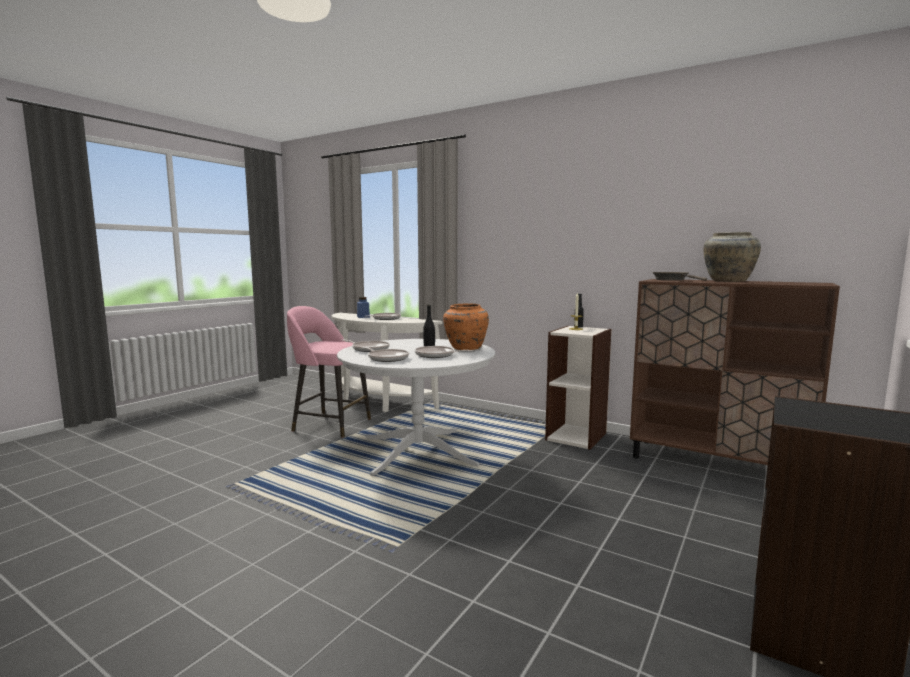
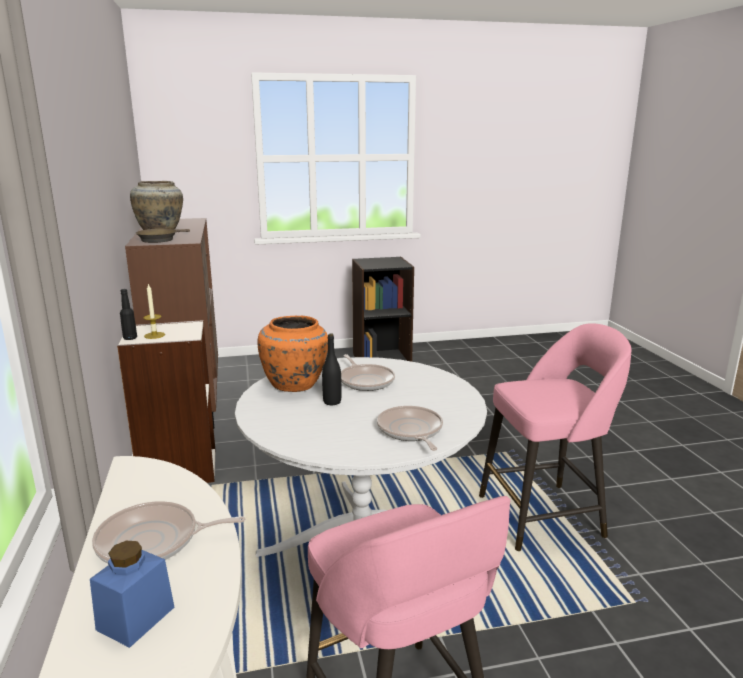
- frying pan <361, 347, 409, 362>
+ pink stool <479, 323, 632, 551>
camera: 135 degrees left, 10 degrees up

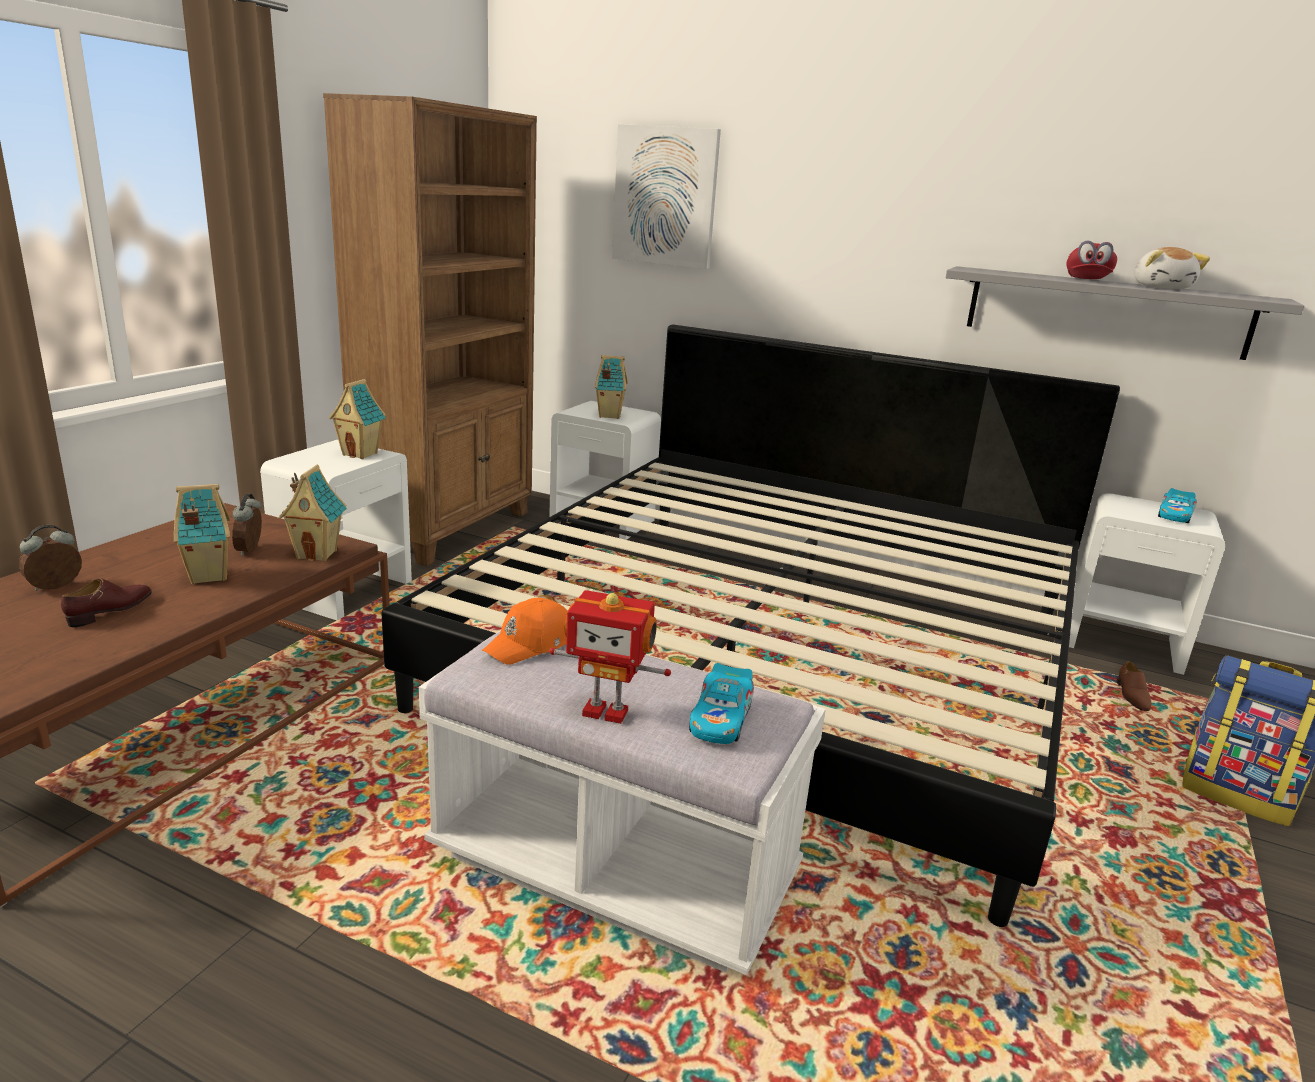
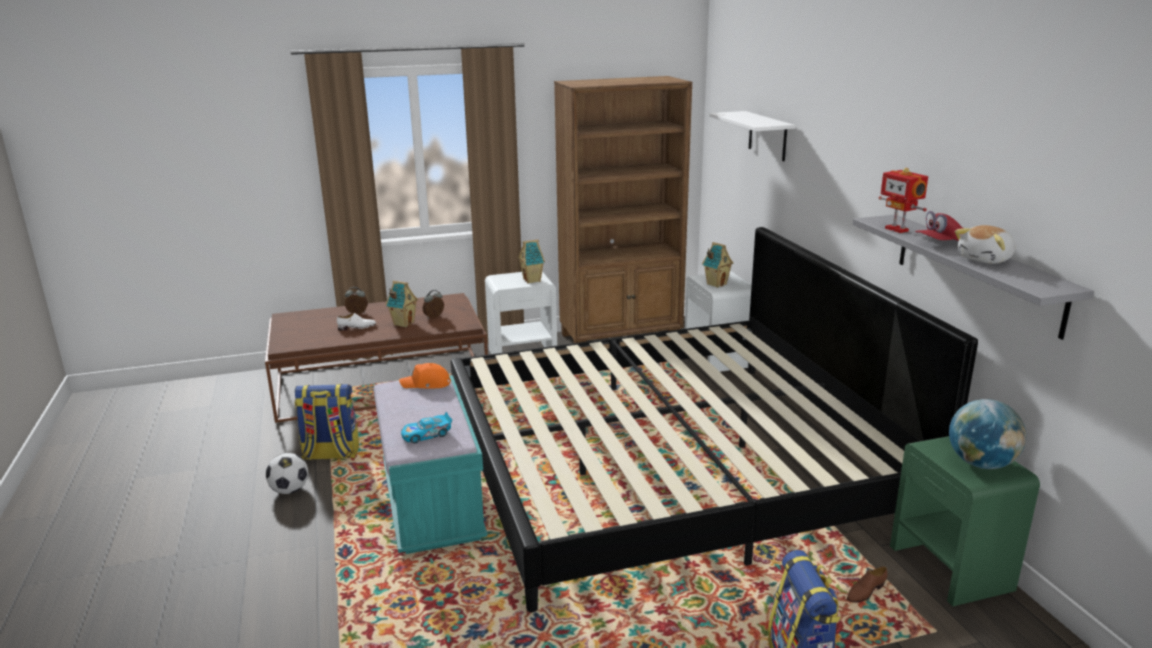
- toy house <279, 465, 347, 562>
+ football <266, 453, 308, 494>
+ backpack <295, 384, 359, 460>
~ toy robot <549, 590, 671, 724> to <879, 168, 928, 233>
~ picture <612, 124, 721, 269> to white shelf <709, 111, 795, 161>
~ toy car <1158, 488, 1197, 523> to globe <949, 399, 1026, 469>
~ brown shoe <61, 578, 152, 627> to white shoe <337, 313, 376, 331>
~ white bench <419, 630, 826, 975> to turquoise bench <374, 375, 488, 554>
~ white nightstand <1069, 493, 1225, 675> to green nightstand <890, 436, 1040, 606>
camera: 50 degrees right, 0 degrees up

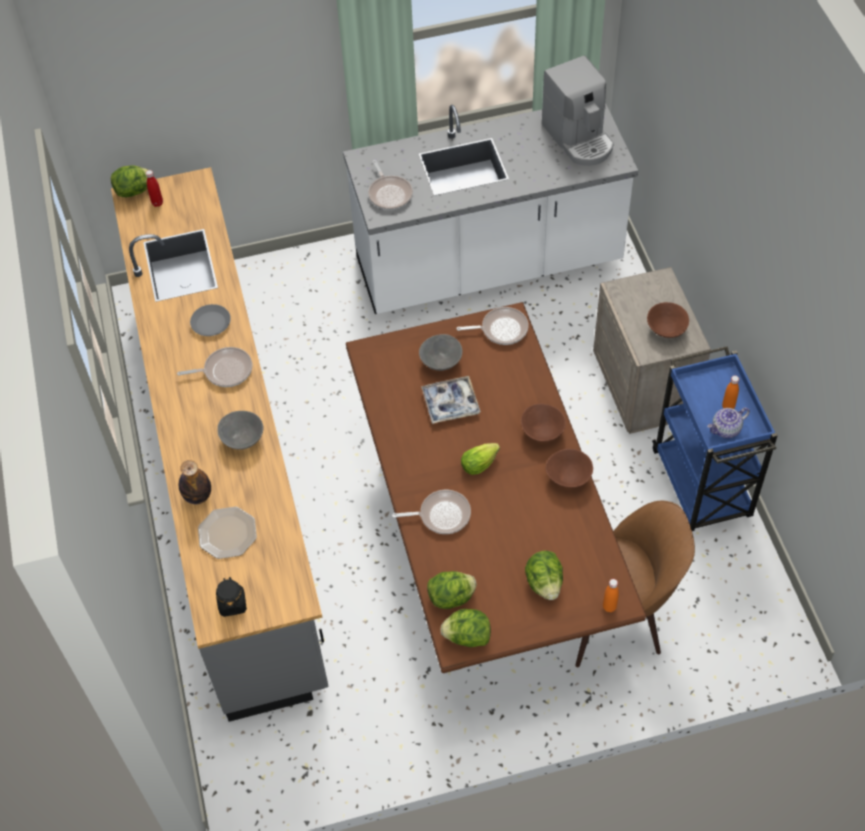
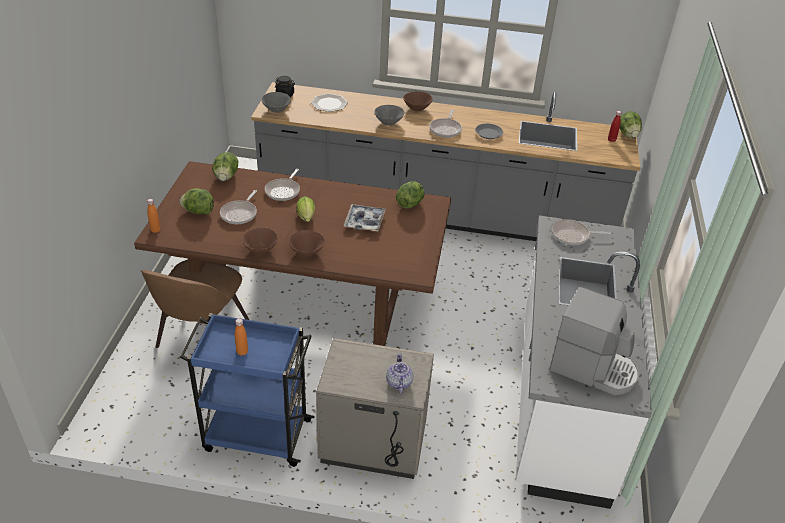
- bottle <179, 460, 211, 504>
~ grey bowl <419, 334, 462, 371> to <261, 92, 291, 113>
~ lettuce <440, 609, 491, 647> to <396, 181, 424, 209>
~ frying pan <456, 307, 529, 345> to <220, 190, 257, 224>
~ brown bowl <647, 302, 689, 338> to <403, 91, 433, 111>
~ teapot <707, 407, 750, 438> to <386, 353, 413, 394>
~ coffee machine <542, 55, 614, 166> = <550, 286, 639, 395> 150 degrees counterclockwise
camera: 110 degrees right, 15 degrees down

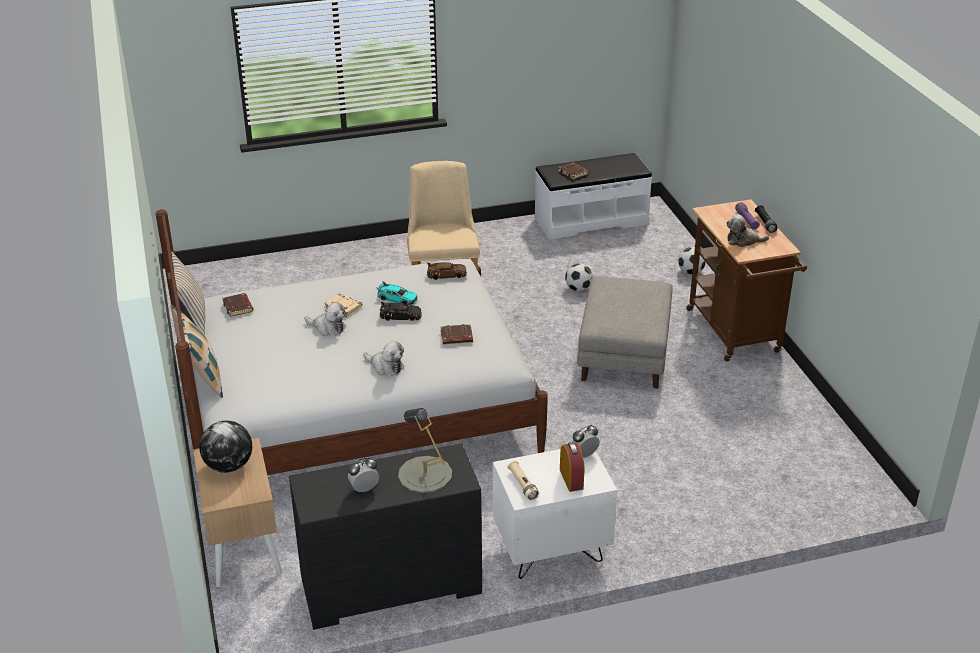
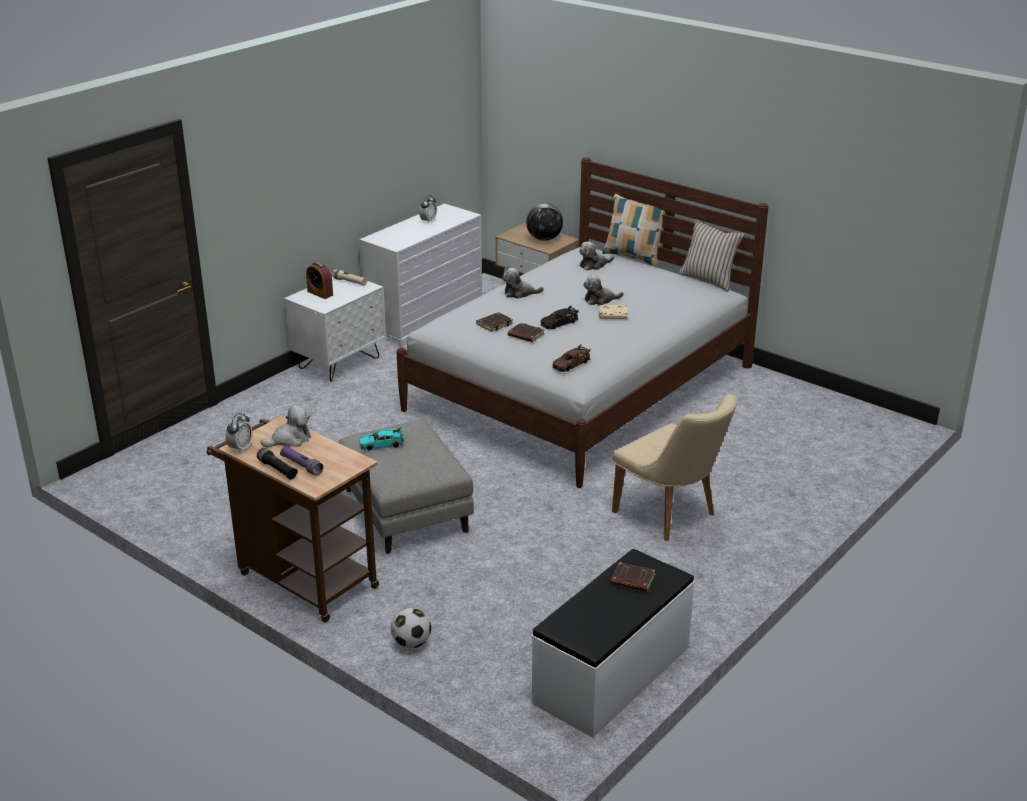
- grey table lamp <398, 408, 452, 493>
- football <565, 263, 593, 292>
+ plush toy <579, 242, 614, 270>
~ brown book <222, 293, 254, 317> to <508, 323, 545, 342>
~ turquoise toy car <376, 281, 418, 305> to <359, 427, 404, 450>
~ alarm clock <571, 425, 600, 458> to <225, 413, 253, 453>
~ black dresser <289, 443, 482, 630> to white dresser <359, 203, 482, 347>
camera: 145 degrees right, 5 degrees down

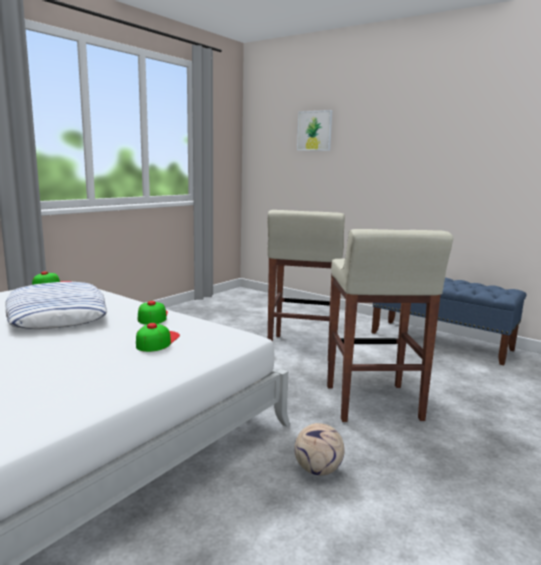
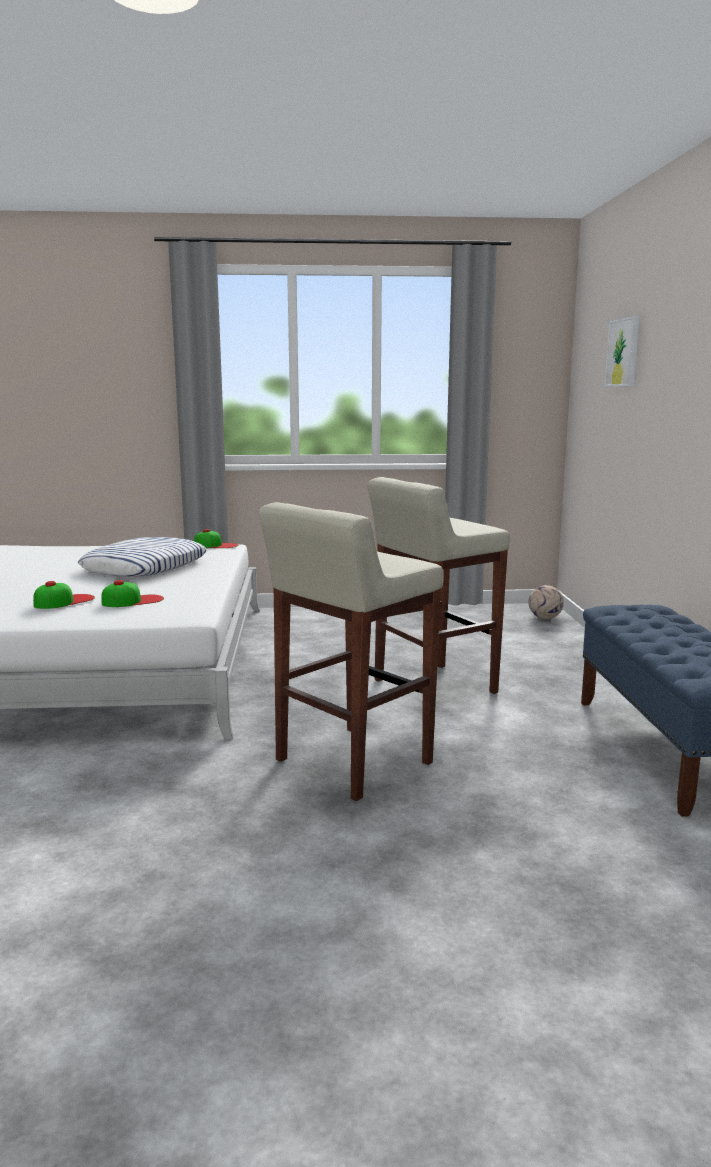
~ cap <138, 301, 168, 325> to <33, 581, 95, 609>
~ football <294, 423, 345, 475> to <528, 585, 564, 619>
camera: 50 degrees right, 0 degrees up

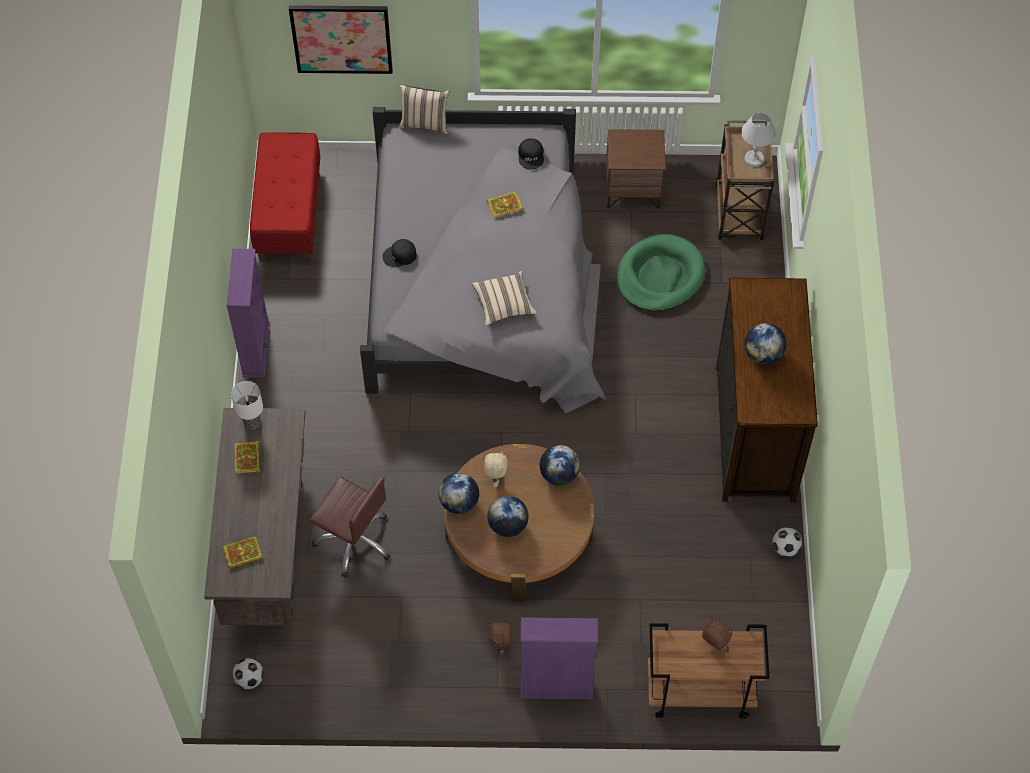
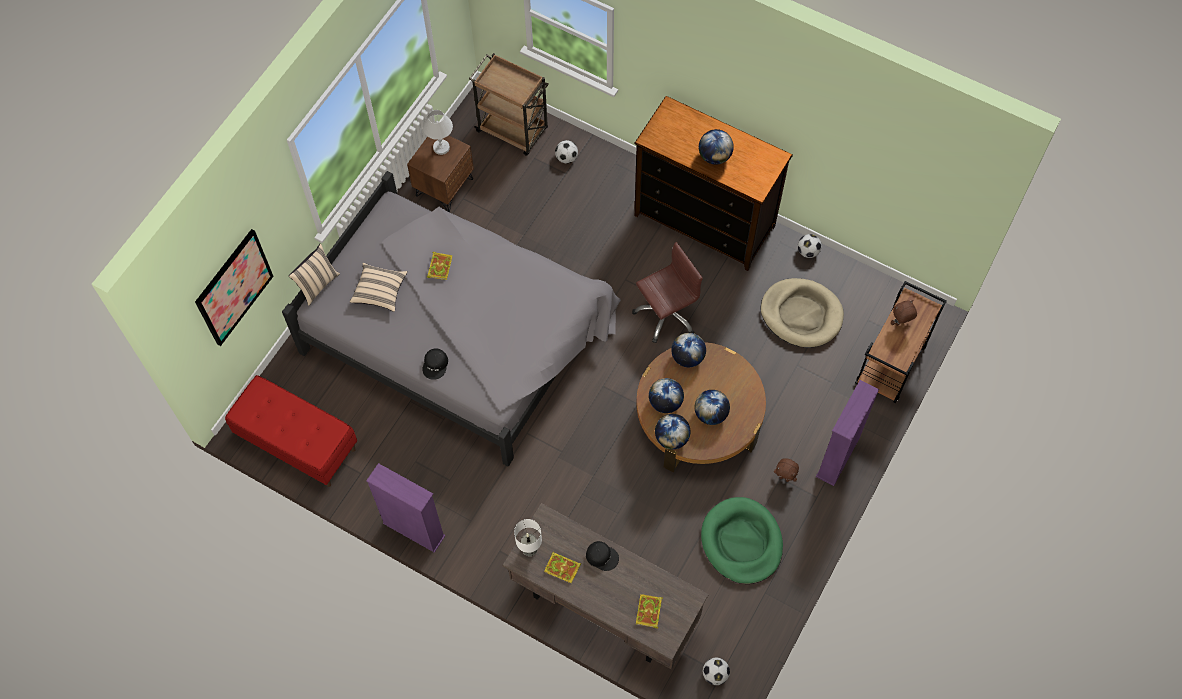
+ football <555, 140, 578, 164>
+ beige dog bed <761, 278, 844, 348>
~ brown office chair <309, 476, 391, 577> to <632, 242, 703, 343>
~ beige pillow <472, 271, 537, 326> to <350, 263, 408, 312>
~ black cap <518, 138, 544, 170> to <586, 541, 619, 571>
~ green dog bed <616, 234, 705, 311> to <701, 497, 783, 584>
~ white table lamp <741, 112, 776, 167> to <423, 110, 453, 155>
~ beige plush toy <484, 452, 508, 487> to globe <649, 378, 684, 413>
camera: 60 degrees left, 5 degrees up

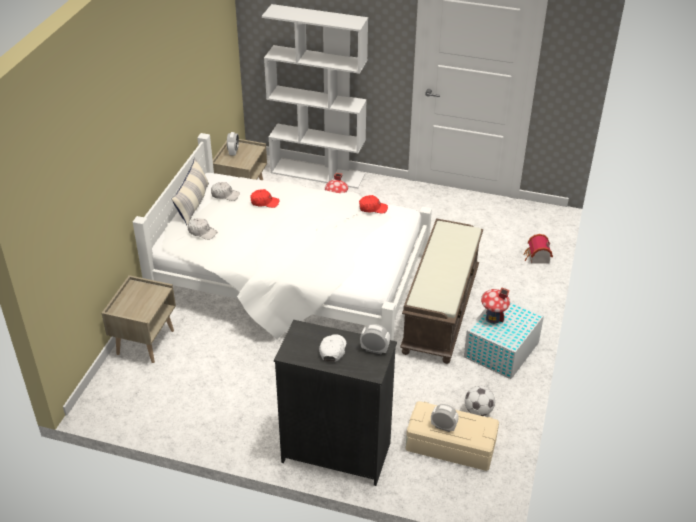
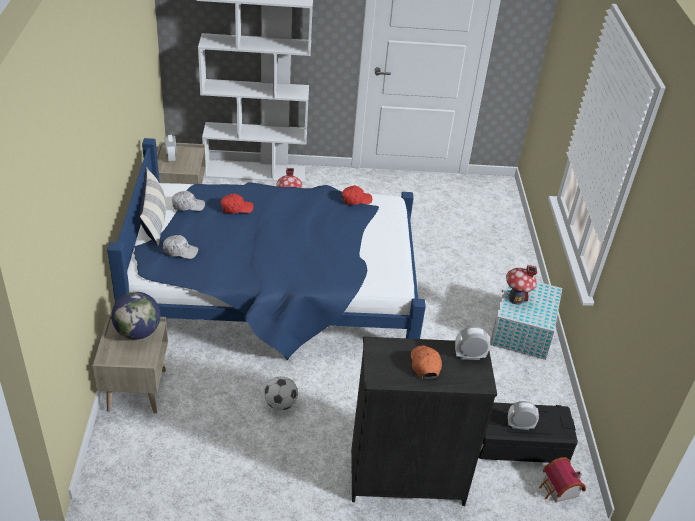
- brown bench <400, 218, 483, 364>
+ globe <112, 292, 160, 340>
~ football <465, 386, 495, 416> to <264, 376, 298, 410>
~ toy house <523, 234, 553, 263> to <539, 457, 586, 503>
~ white bed <133, 133, 432, 341> to blue bed <107, 138, 426, 360>
~ white cap <319, 334, 346, 362> to orange cap <411, 346, 442, 379>
~ beige storage box <405, 401, 499, 471> to black storage box <478, 403, 578, 463>
camera: 20 degrees left, 0 degrees up

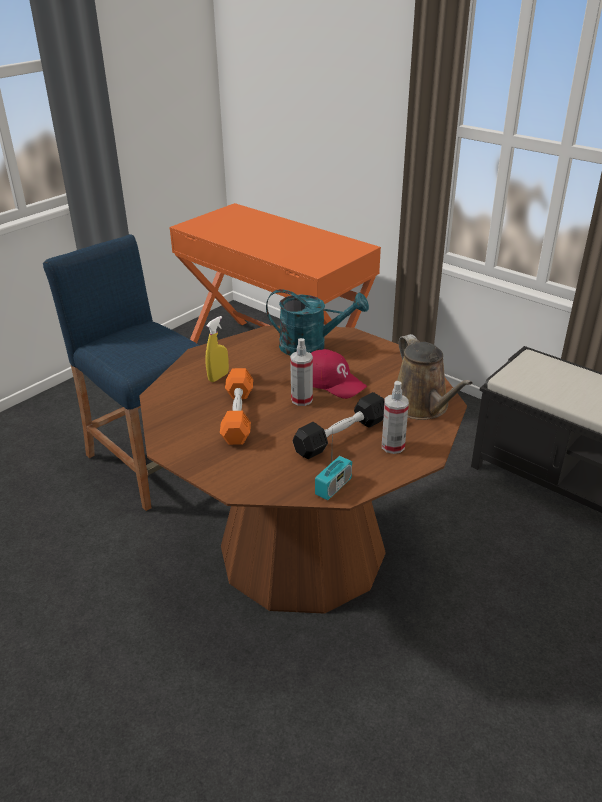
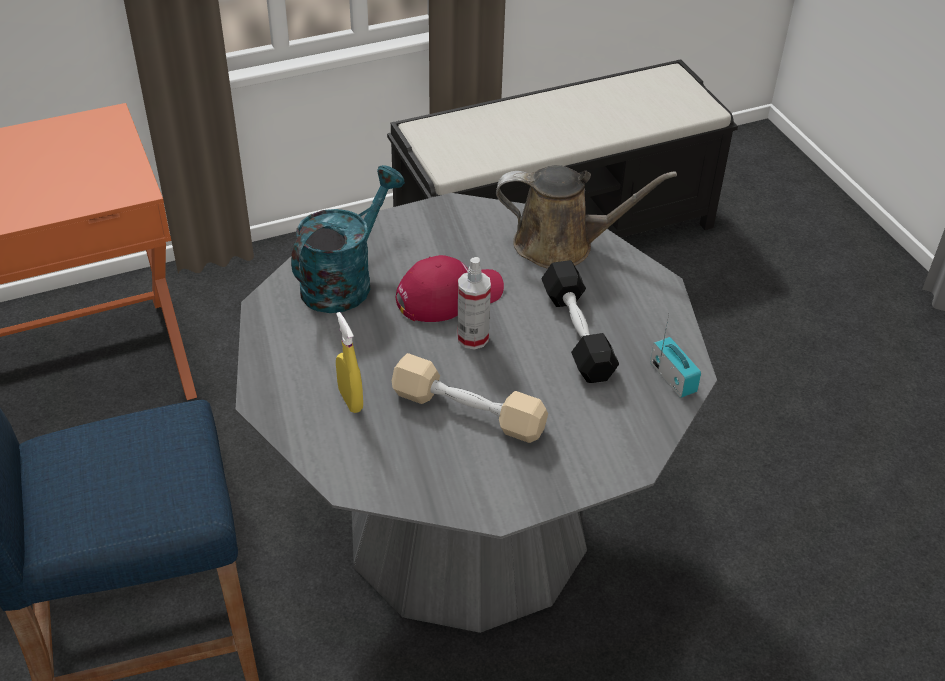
- spray bottle <382, 381, 409, 454>
~ brown dining table <139, 325, 467, 614> to grey dining table <236, 193, 717, 633>
~ orange dumbbell <220, 368, 253, 445> to beige dumbbell <392, 353, 548, 443>
camera: 65 degrees left, 10 degrees up

